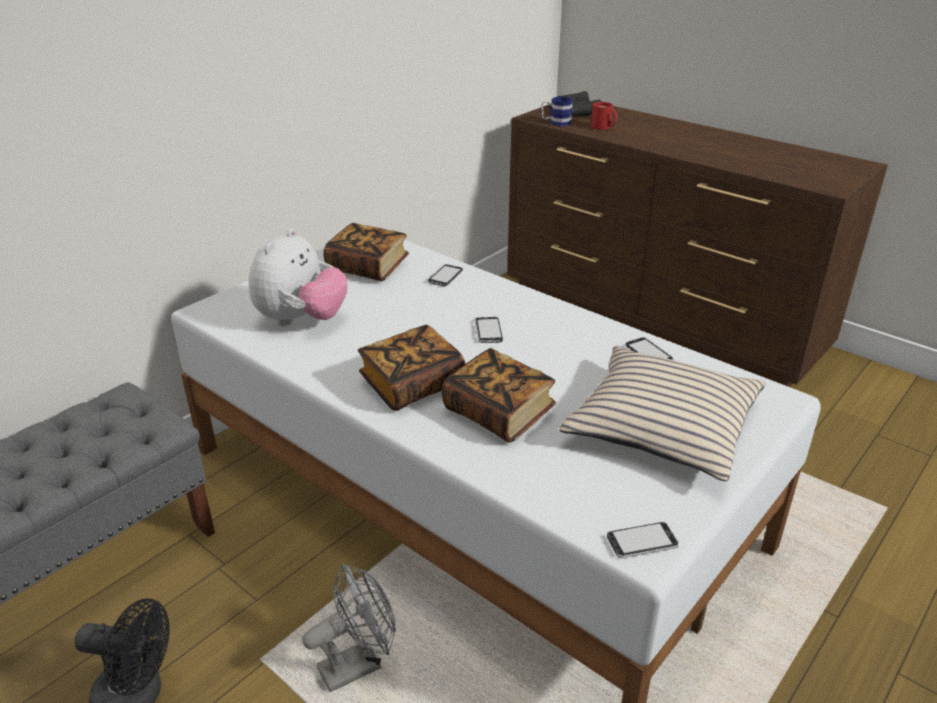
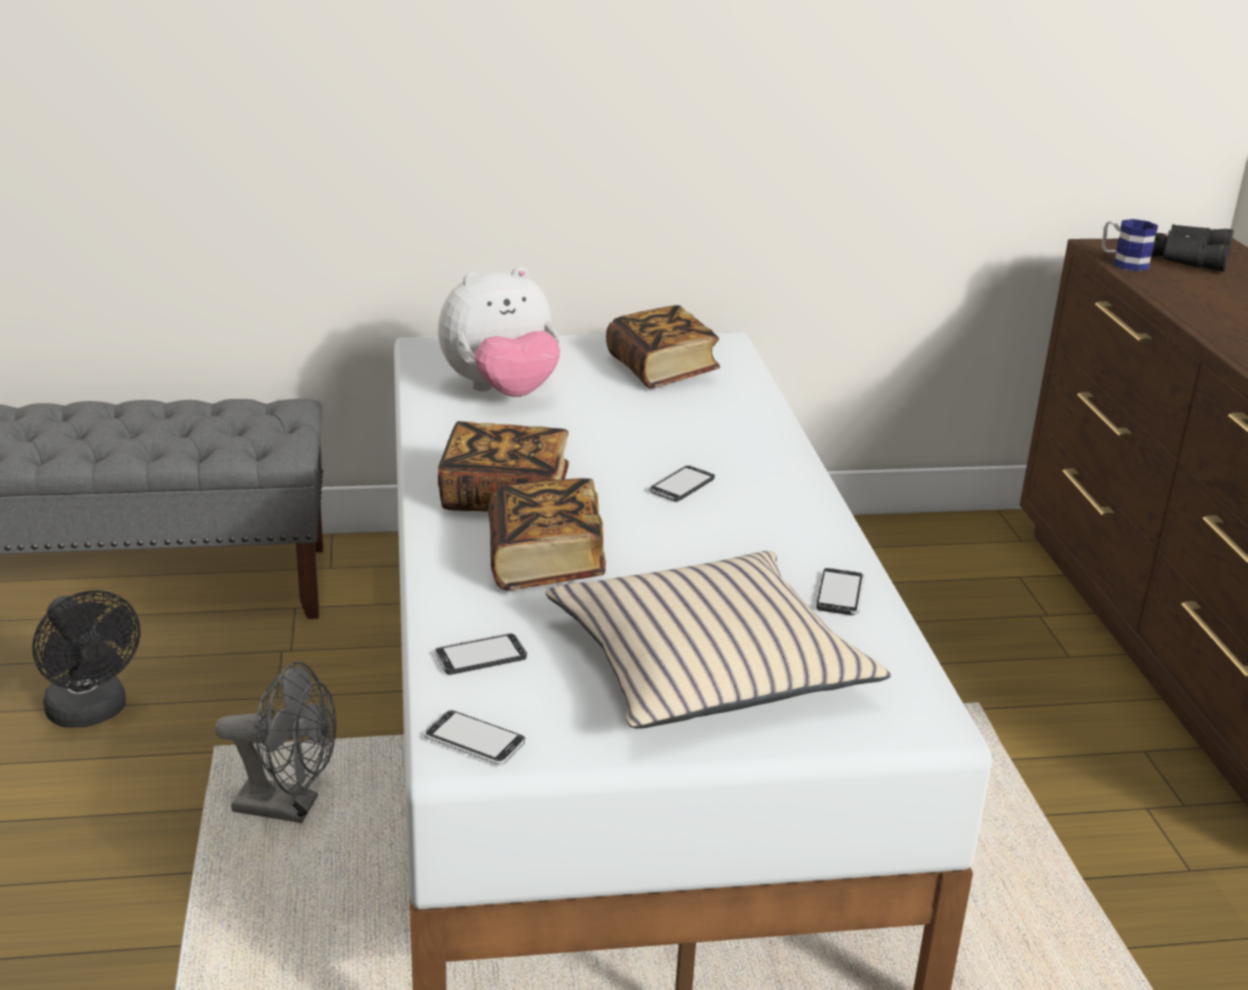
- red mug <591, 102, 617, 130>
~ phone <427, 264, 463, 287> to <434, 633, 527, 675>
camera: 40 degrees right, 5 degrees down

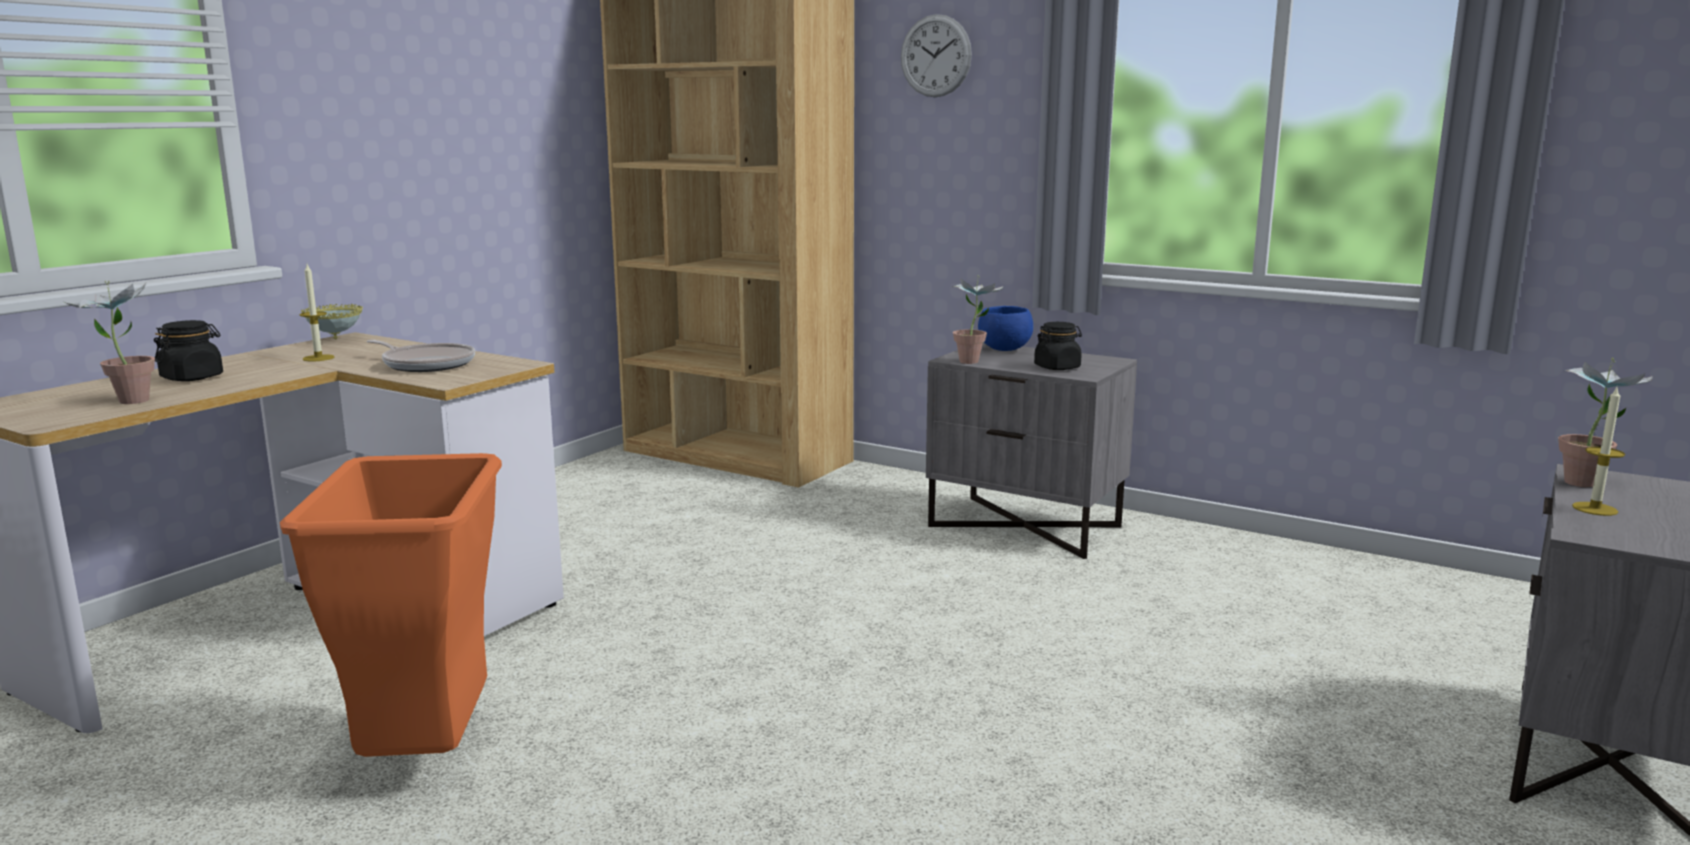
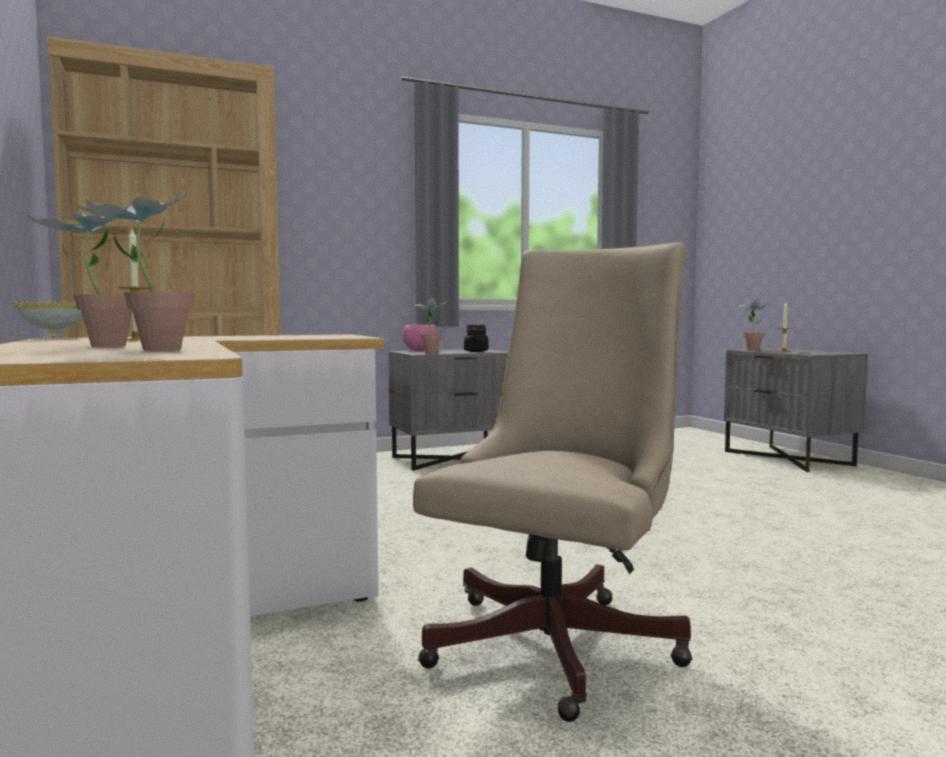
- frying pan <367, 340, 475, 372>
- wall clock <901, 14, 972, 97>
~ black jar <154, 320, 223, 381> to potted plant <28, 197, 132, 347>
~ orange trash can <280, 453, 502, 757> to beige office chair <413, 242, 692, 722>
~ blue bowl <978, 306, 1033, 351> to pink bowl <402, 325, 438, 351>
camera: 55 degrees left, 10 degrees down

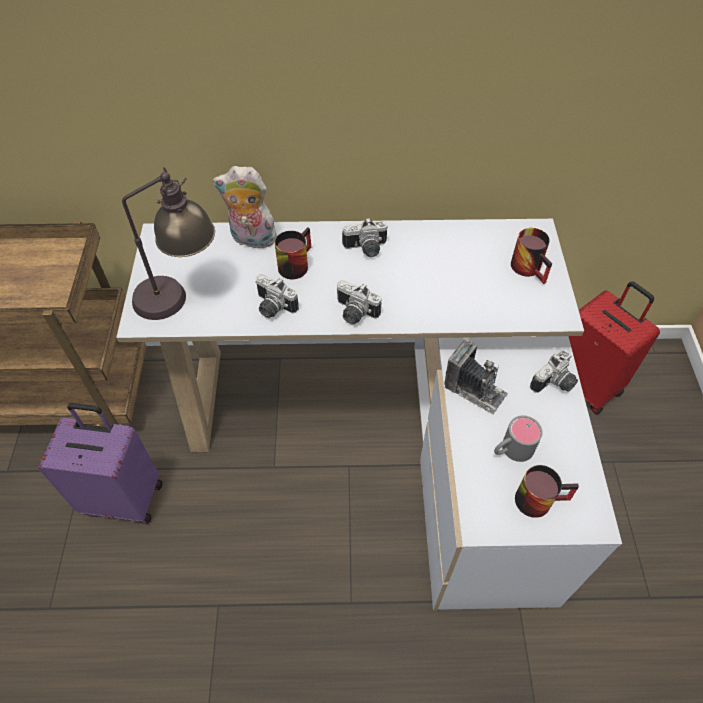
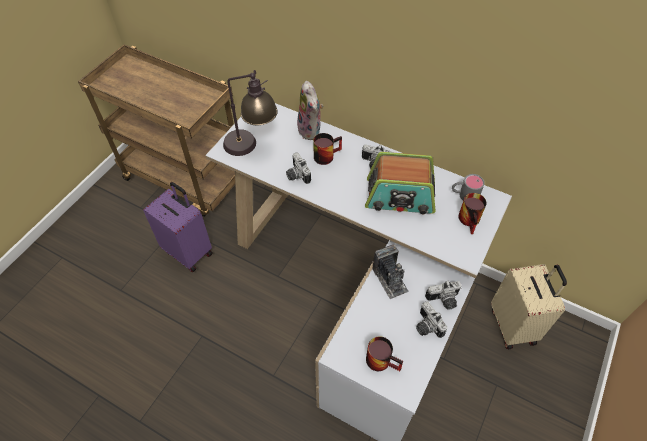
+ radio <365, 152, 435, 214>
~ photo camera <337, 280, 382, 324> to <416, 301, 448, 338>
~ grey mug <494, 416, 543, 462> to <452, 174, 485, 201>
~ red suitcase <569, 281, 660, 414> to beige suitcase <491, 264, 567, 349>
~ plush toy <213, 166, 279, 249> = <297, 81, 324, 140> 150 degrees counterclockwise
camera: 30 degrees right, 0 degrees up

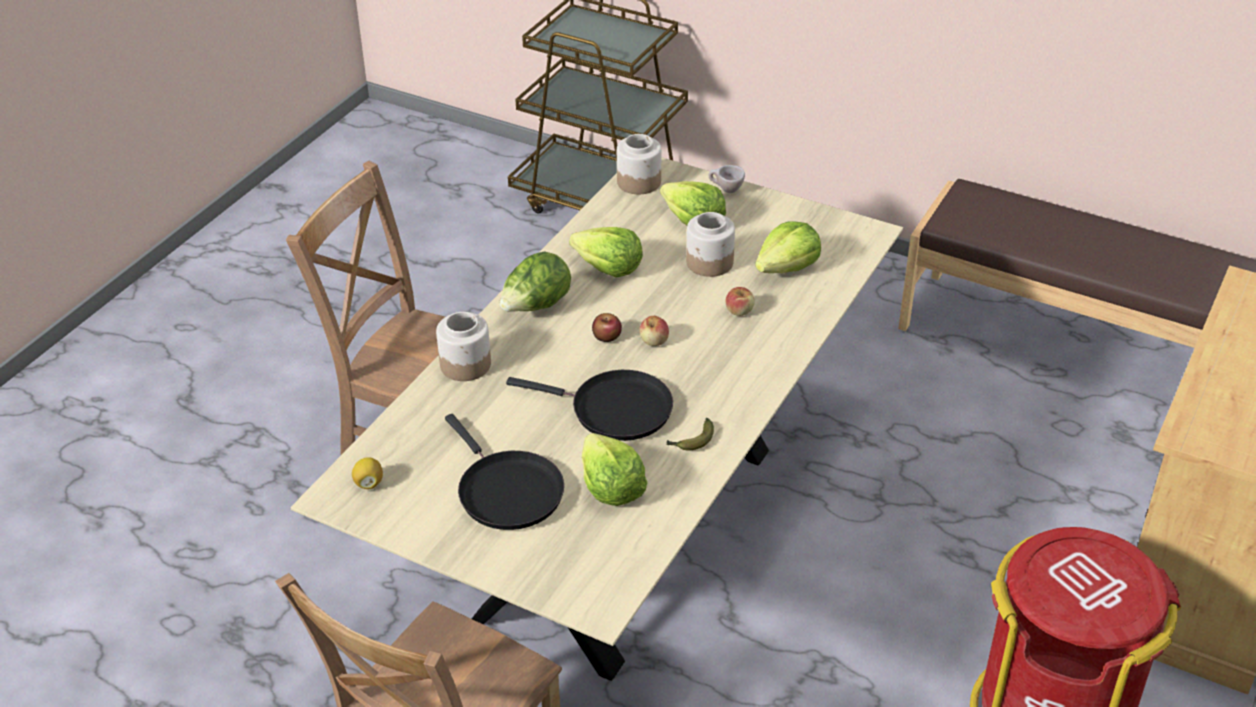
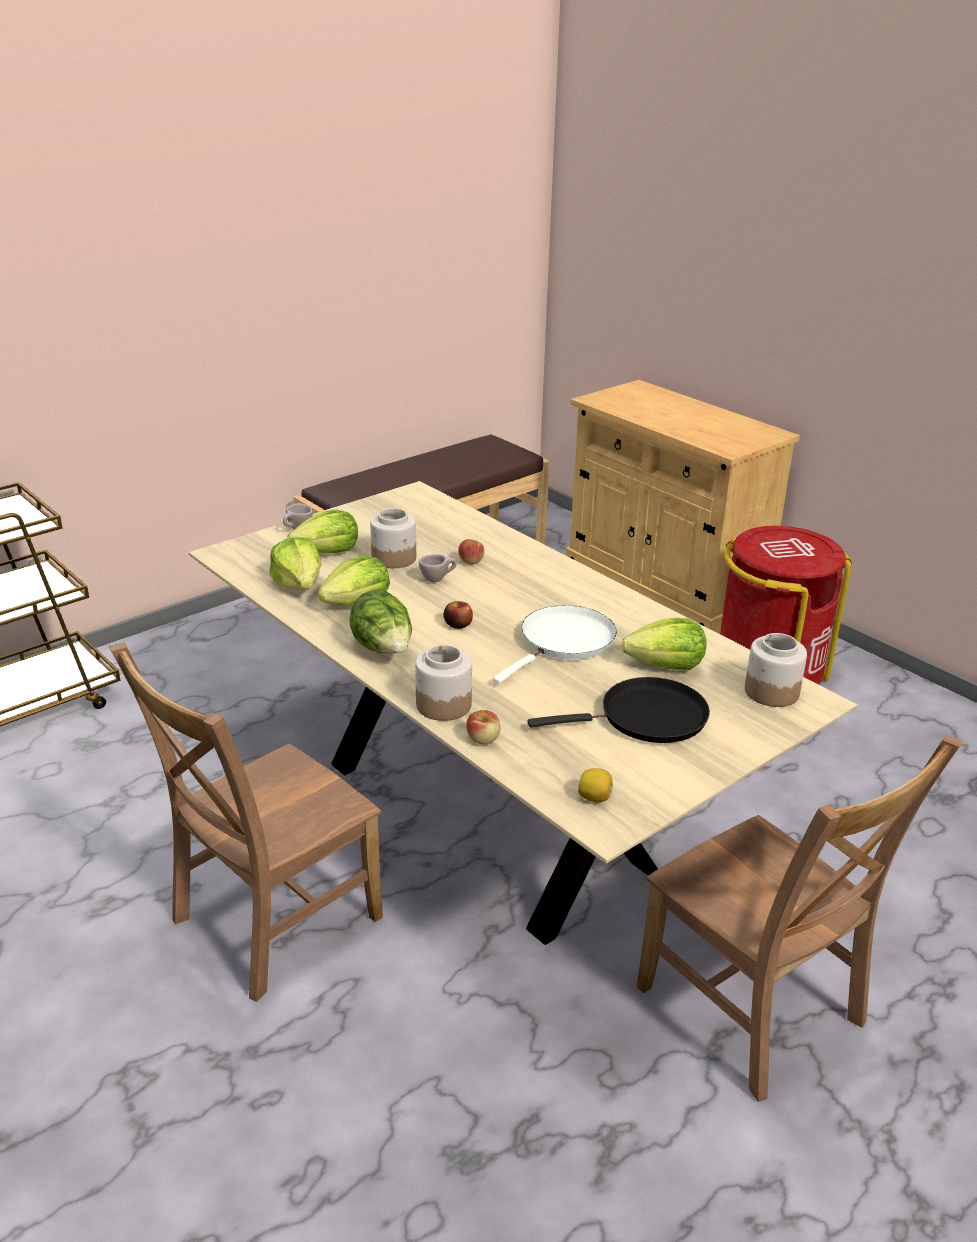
- banana <666, 418, 714, 450>
+ beige cup <419, 554, 457, 582>
~ jar <617, 134, 661, 194> to <745, 633, 807, 707>
~ apple <639, 316, 669, 346> to <466, 710, 501, 744>
~ lettuce <755, 221, 821, 273> to <269, 538, 321, 590>
~ black frying pan <506, 370, 673, 441> to white frying pan <493, 605, 617, 684>
camera: 70 degrees left, 10 degrees down

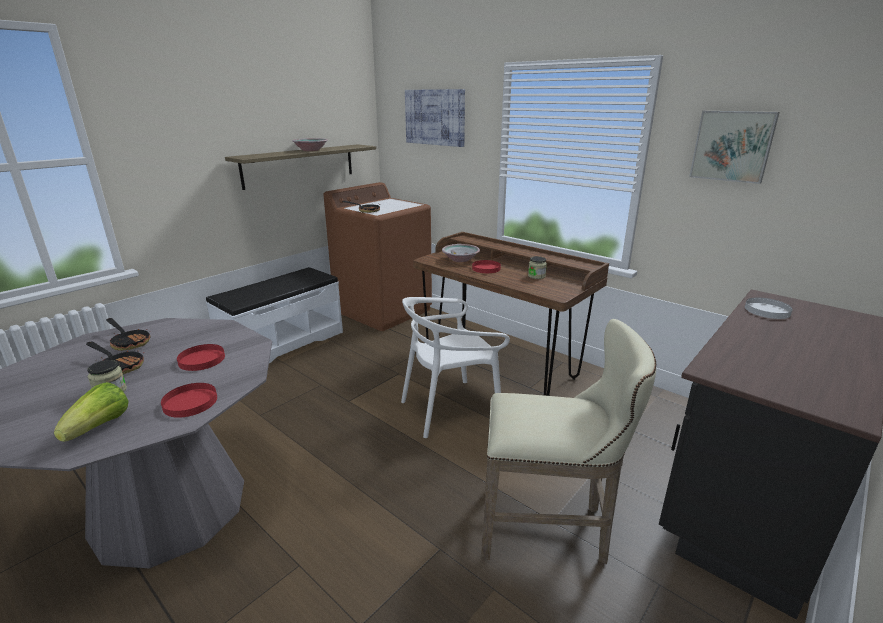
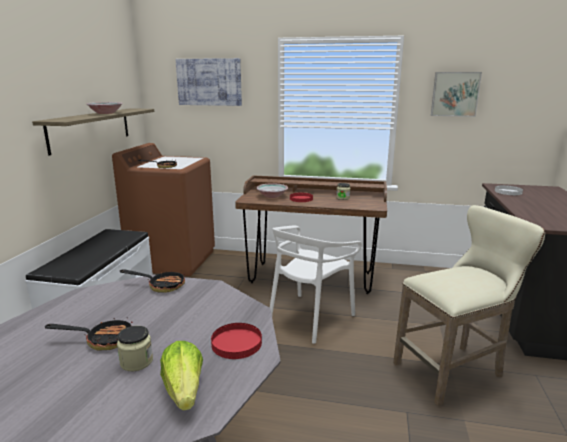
- red plate <177, 344, 225, 371>
~ frying pan <106, 318, 151, 351> to <120, 269, 185, 293>
camera: 30 degrees left, 5 degrees down

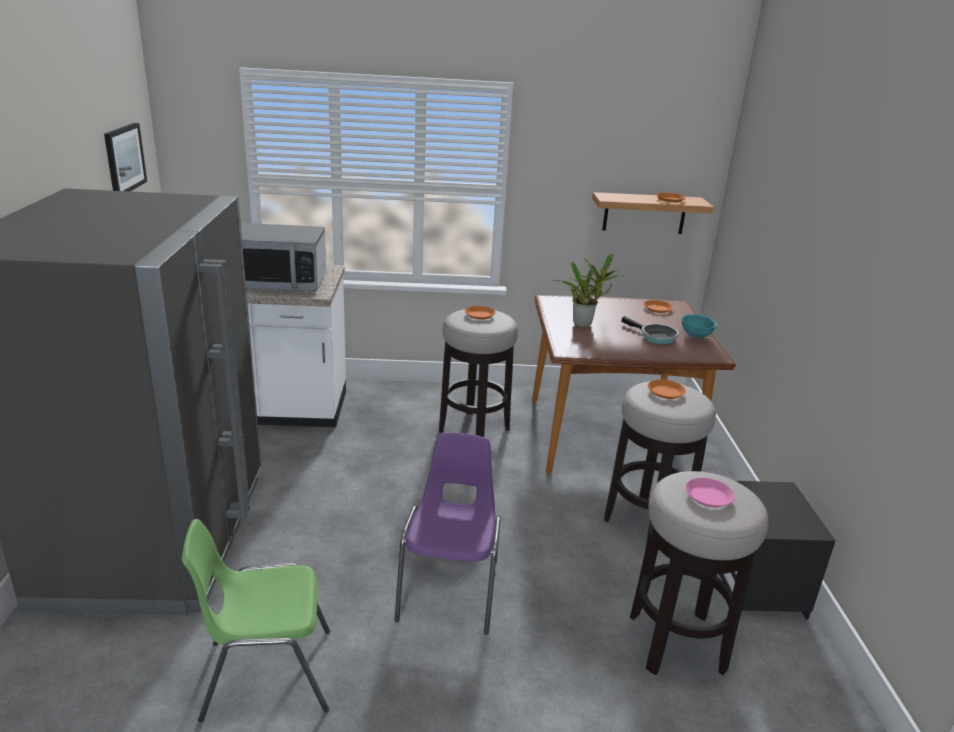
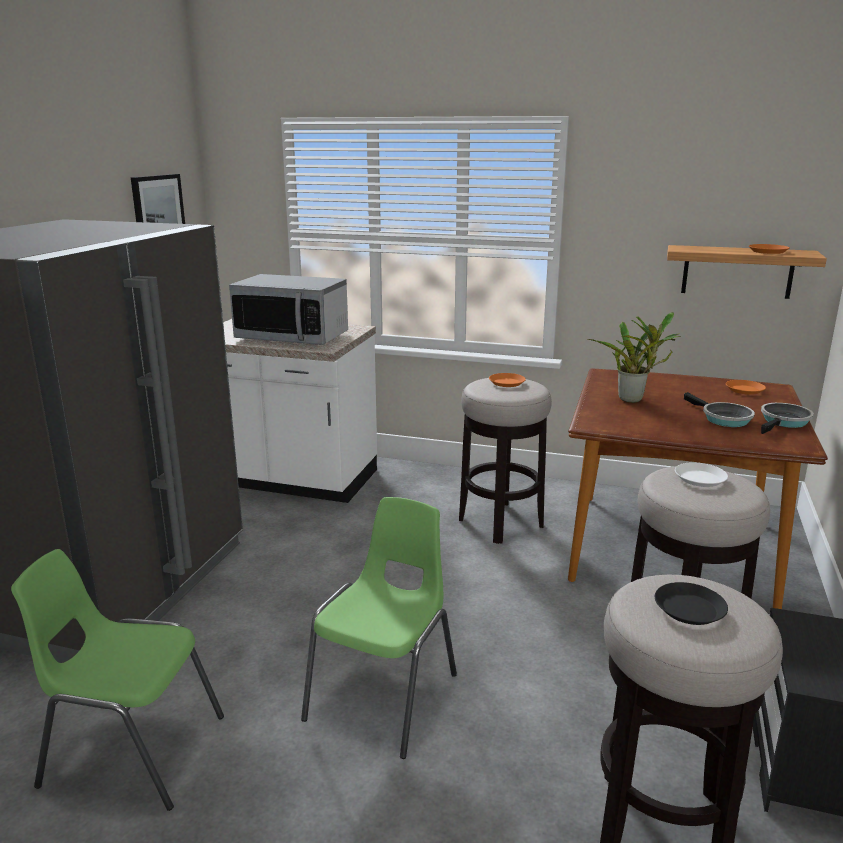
~ turquoise bowl <681, 314, 717, 338> to frying pan <761, 403, 814, 434>
~ purple chair <394, 432, 501, 634> to green chair <301, 497, 457, 759>
~ orange plate <648, 380, 686, 399> to white plate <675, 463, 728, 487>
~ pink plate <686, 478, 735, 507> to black plate <655, 582, 728, 625>
camera: 20 degrees right, 5 degrees down

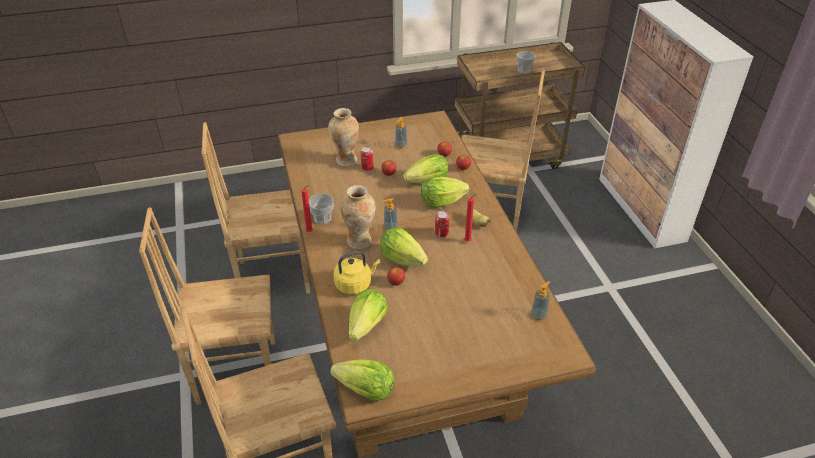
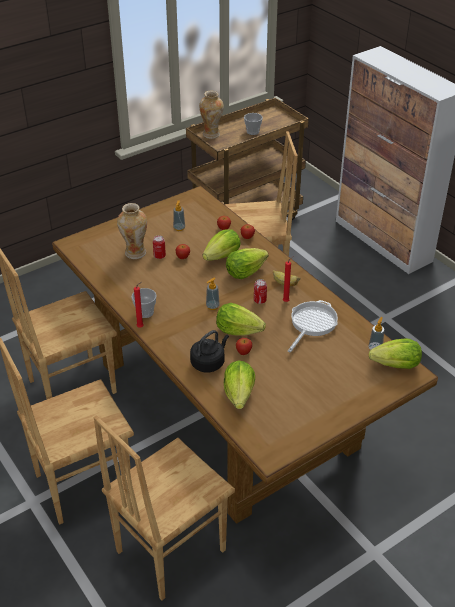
+ frying pan <288, 300, 338, 352>
~ lettuce <330, 360, 394, 401> to <369, 338, 422, 369>
~ vase <340, 185, 376, 249> to <199, 91, 224, 139>
~ yellow kettle <334, 251, 380, 294> to black kettle <190, 330, 229, 373>
camera: 20 degrees left, 0 degrees up

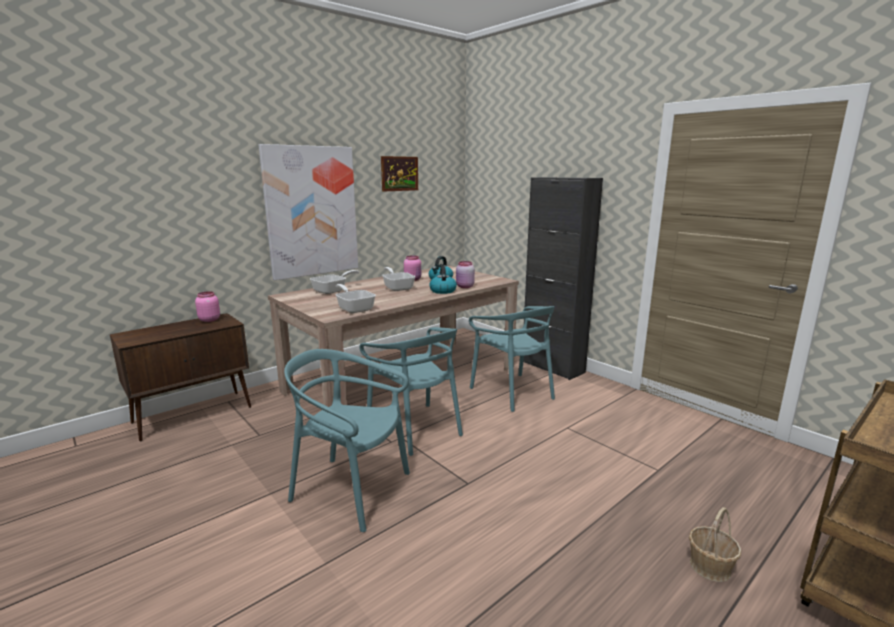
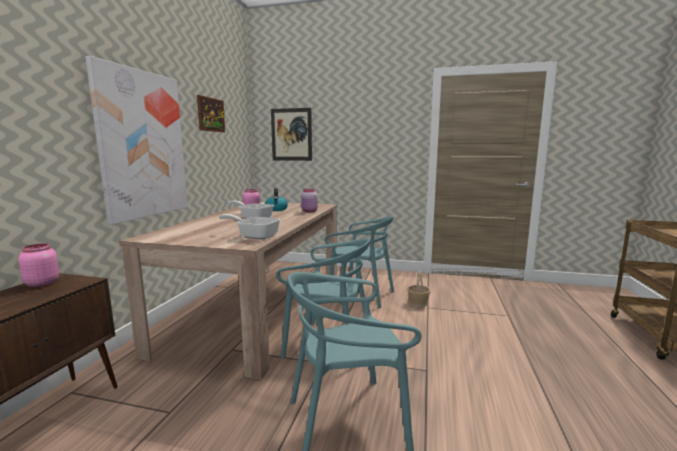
- frying pan <310, 270, 359, 294>
- kettle <429, 265, 457, 294>
- black cabinet <524, 177, 603, 380>
+ picture <271, 108, 312, 161>
~ basket <689, 507, 741, 582> to <407, 270, 431, 307>
camera: 35 degrees left, 5 degrees down

